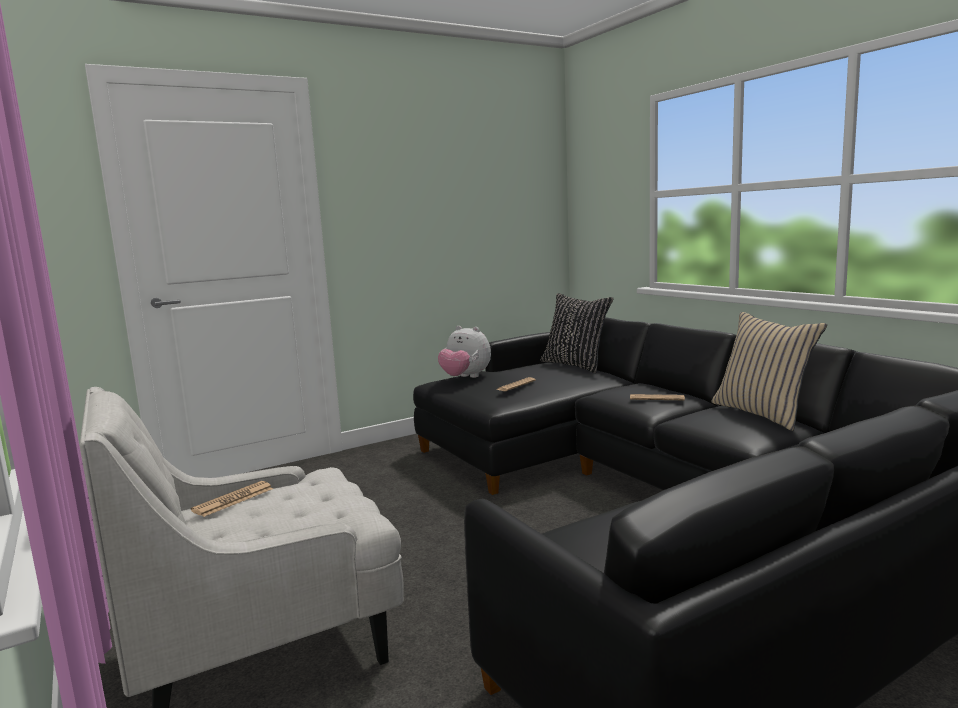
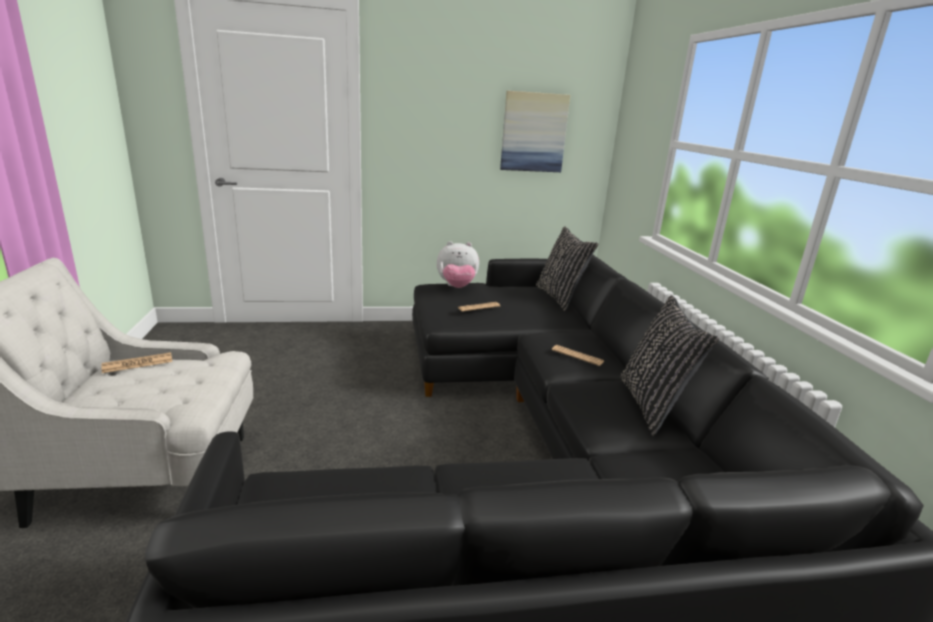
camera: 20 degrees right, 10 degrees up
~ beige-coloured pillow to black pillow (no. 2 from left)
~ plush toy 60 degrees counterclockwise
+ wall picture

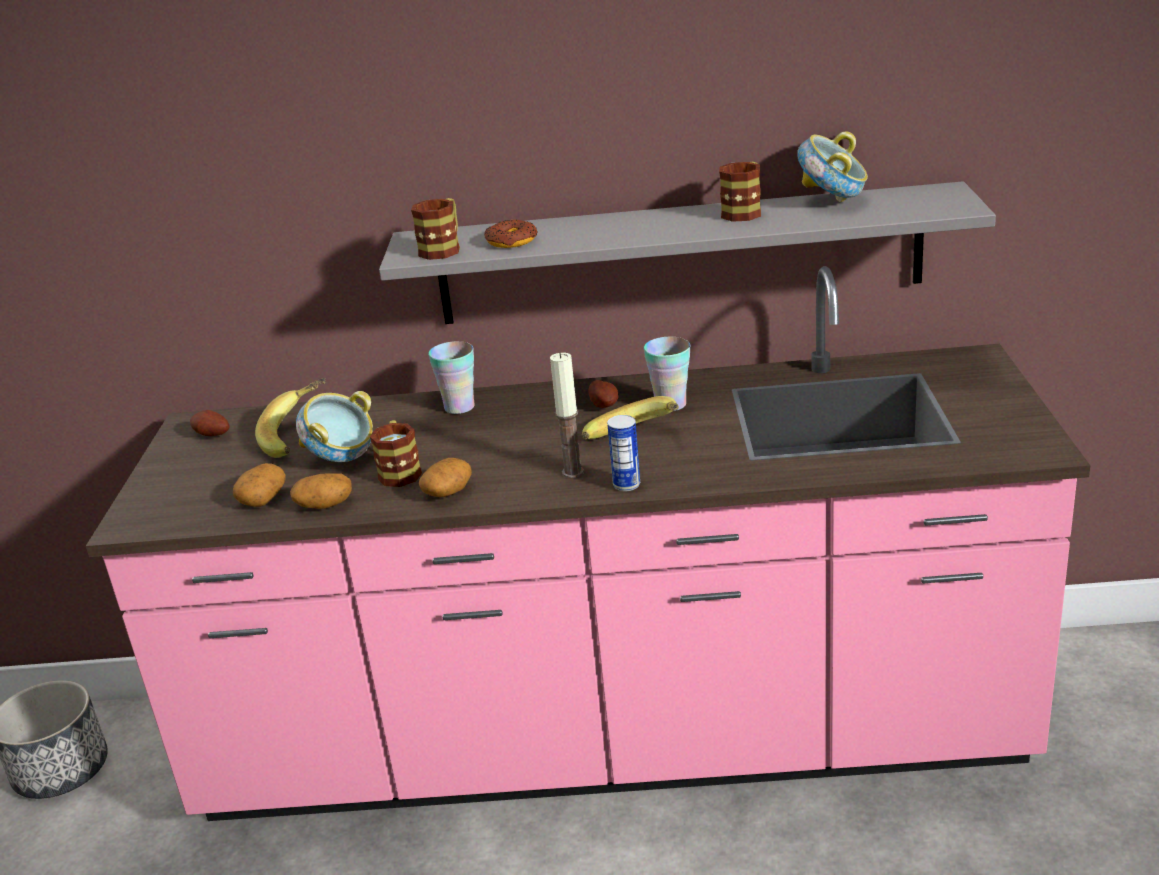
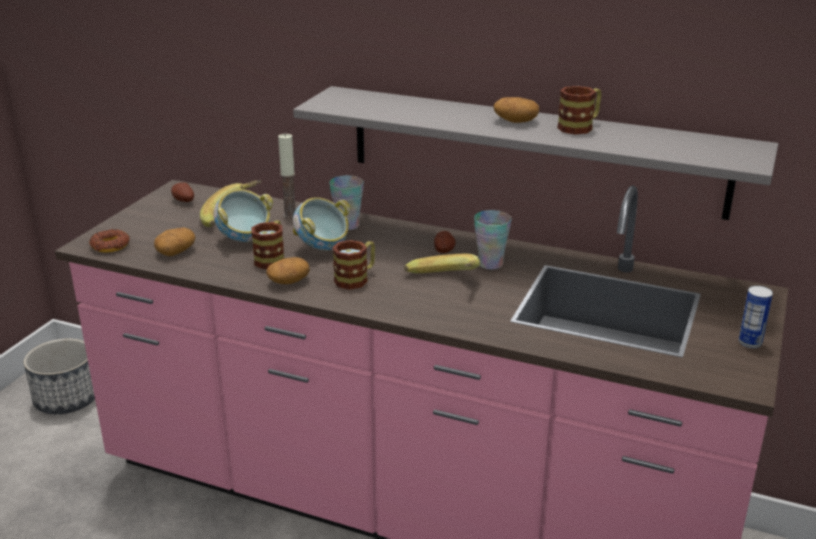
camera: 20 degrees right, 0 degrees up
~ serving bowl (no. 2 from left)
~ coffee mug (no. 2 from left)
~ ring doughnut
~ wax candle
~ sealed can
~ whole potato (no. 3 from left in the first image) to whole potato (no. 5 from left)

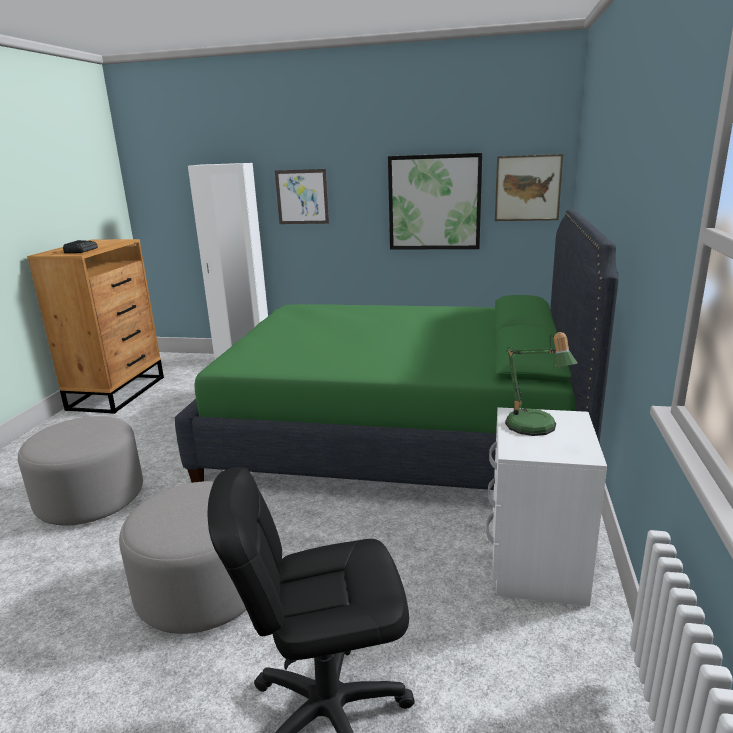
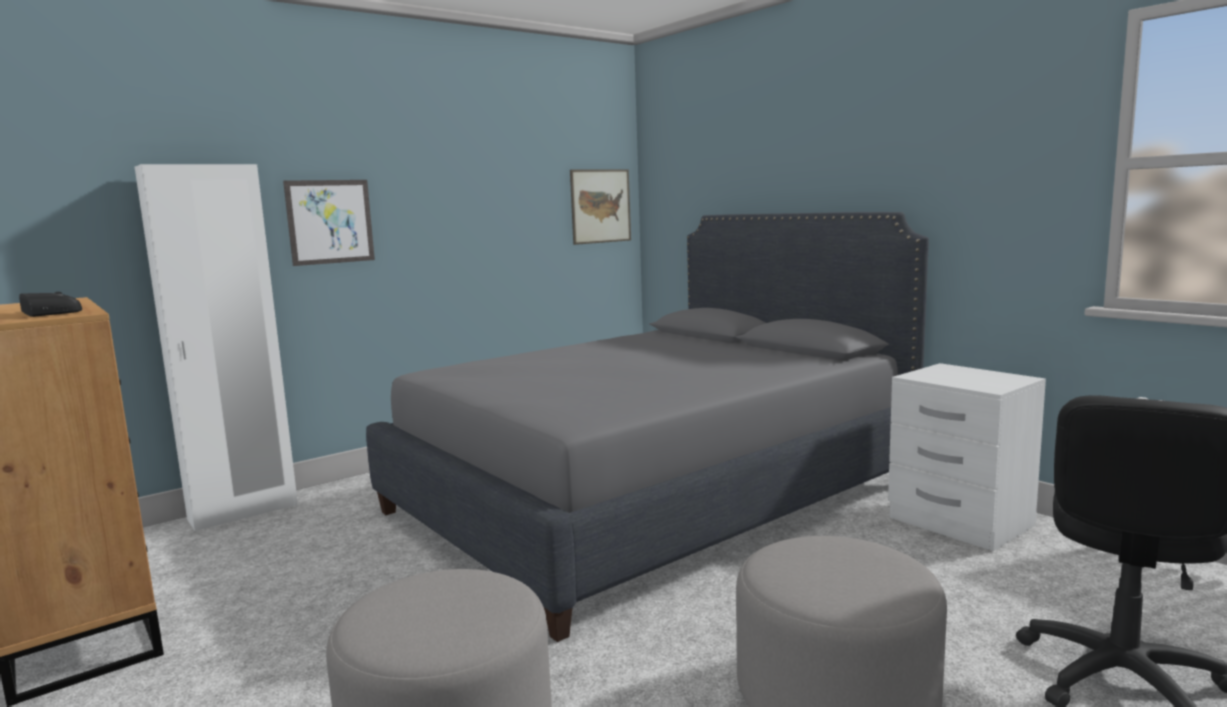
camera: 50 degrees left, 10 degrees down
- wall picture (no. 2 from left)
~ green bedroom bed to greyish bedroom bed
- tabletop lamp

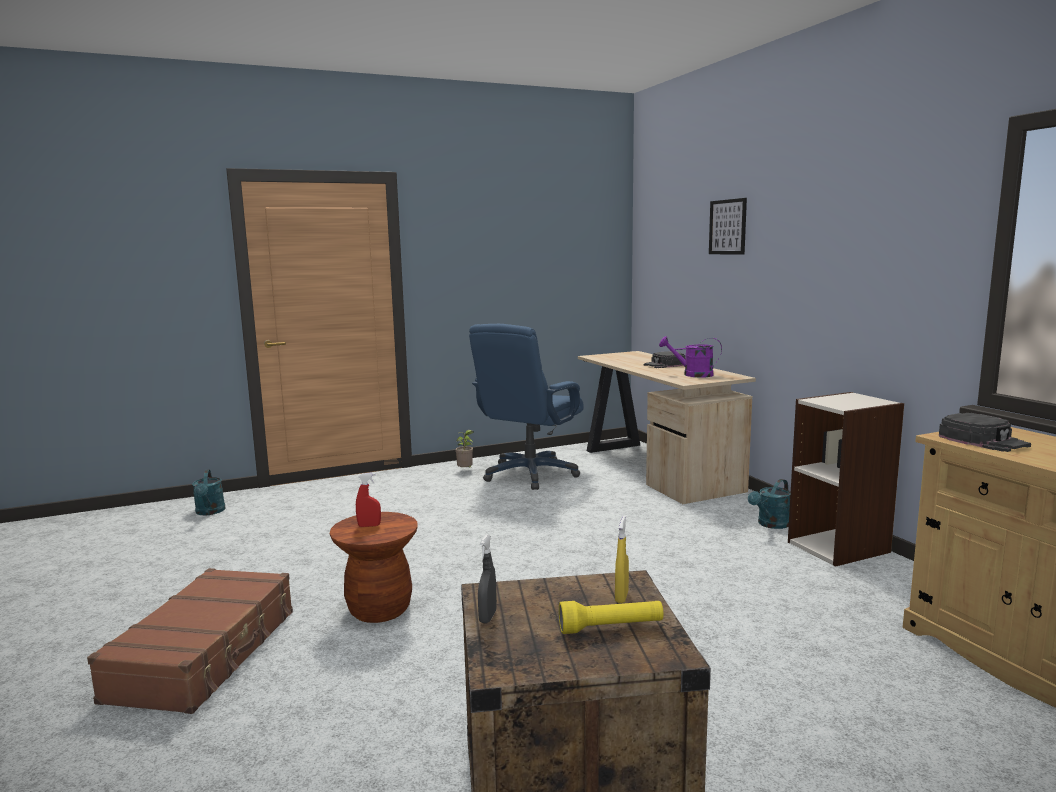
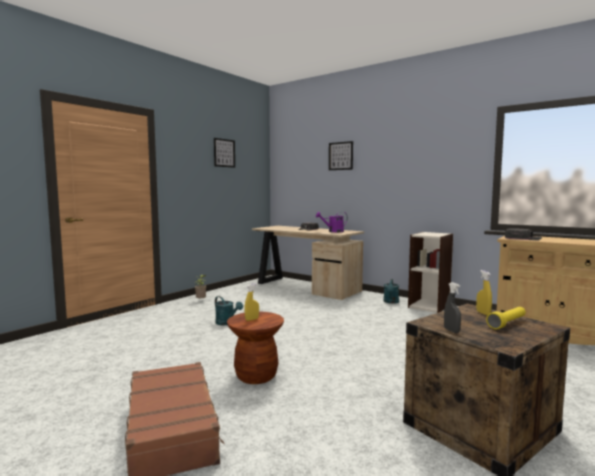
camera: 30 degrees left, 5 degrees down
- blue desk chair
~ blue-green watering can (no. 1 from left)
~ red-coloured hand sprayer to yellow hand sprayer (no. 1 from left)
+ wall picture (no. 1 from left)

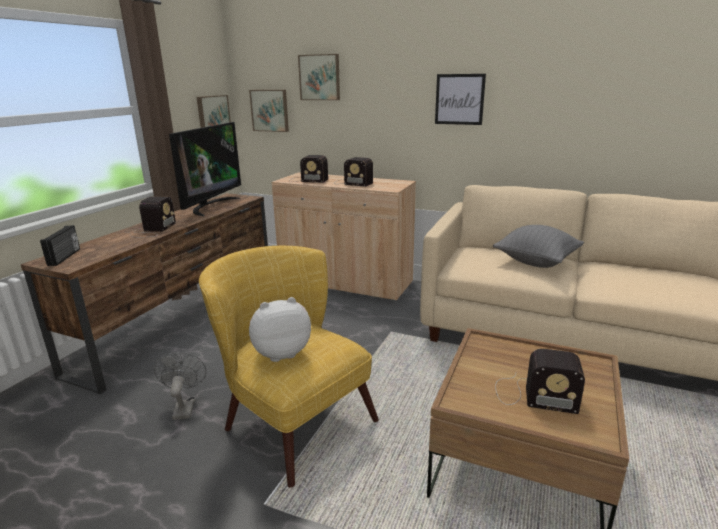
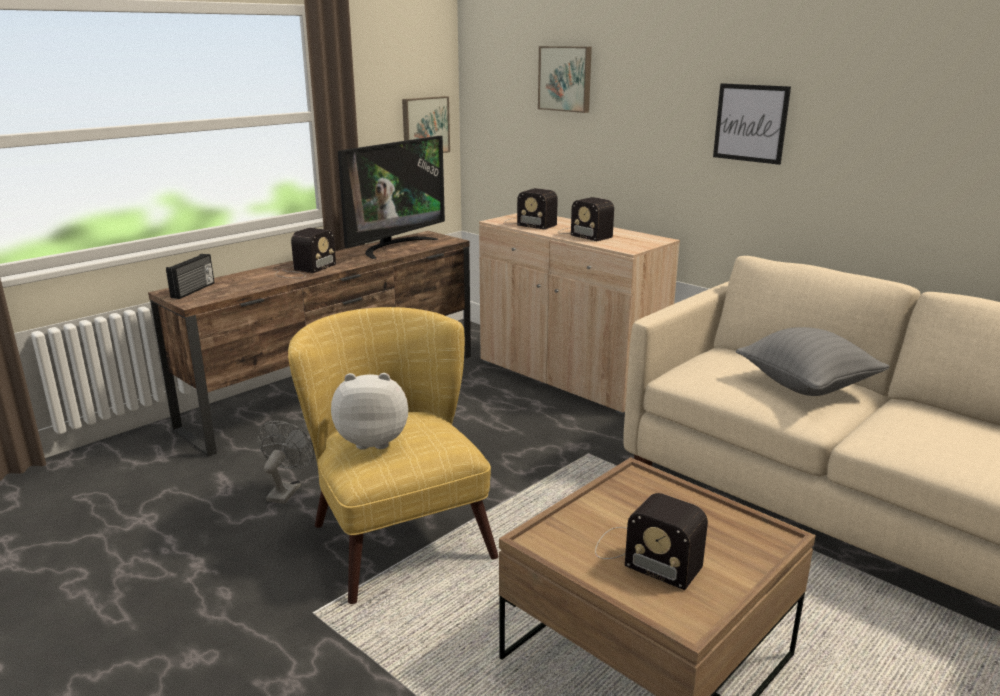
camera: 20 degrees right, 0 degrees up
- wall picture (no. 2 from left)

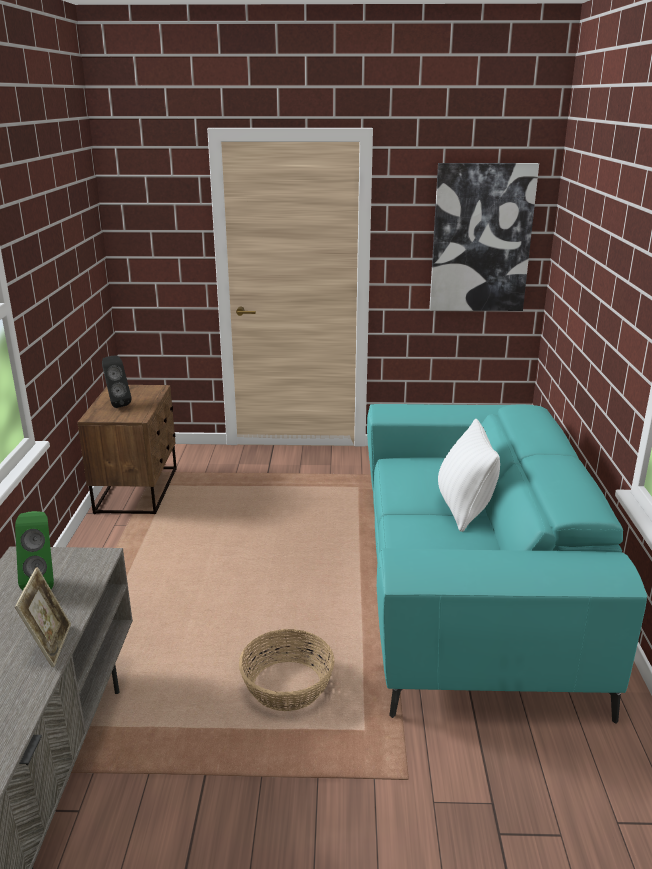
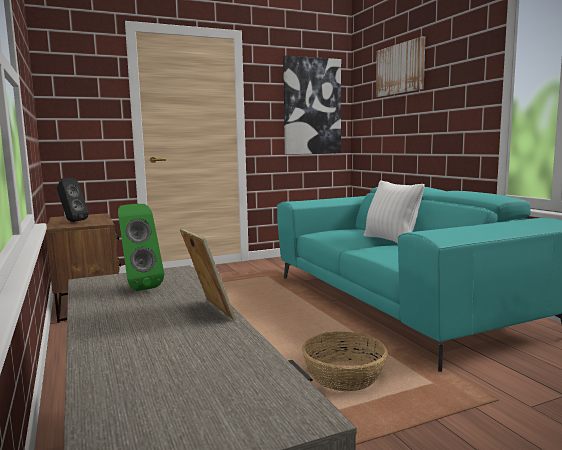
camera: 25 degrees left, 15 degrees down
+ wall picture (no. 2 from left)

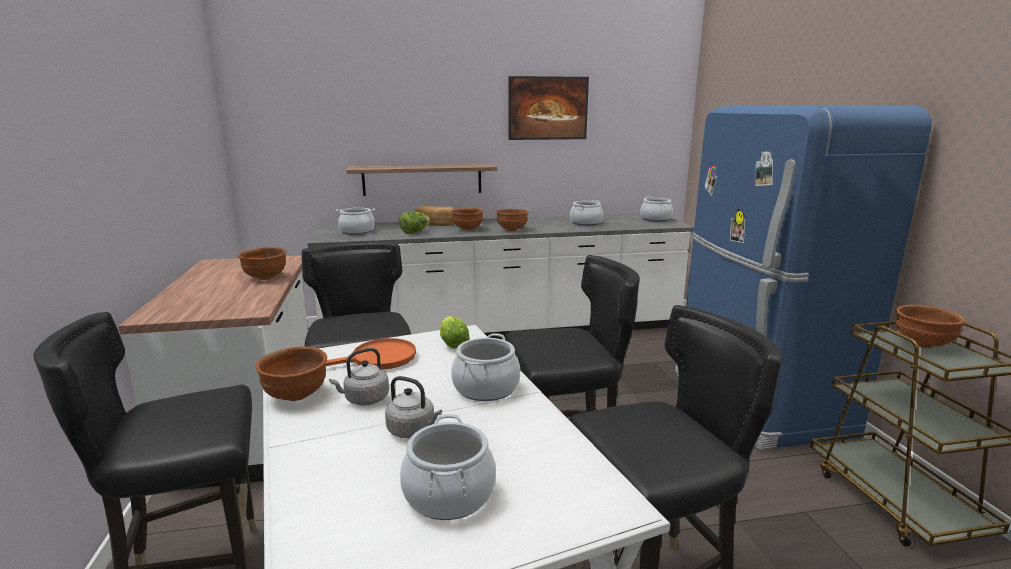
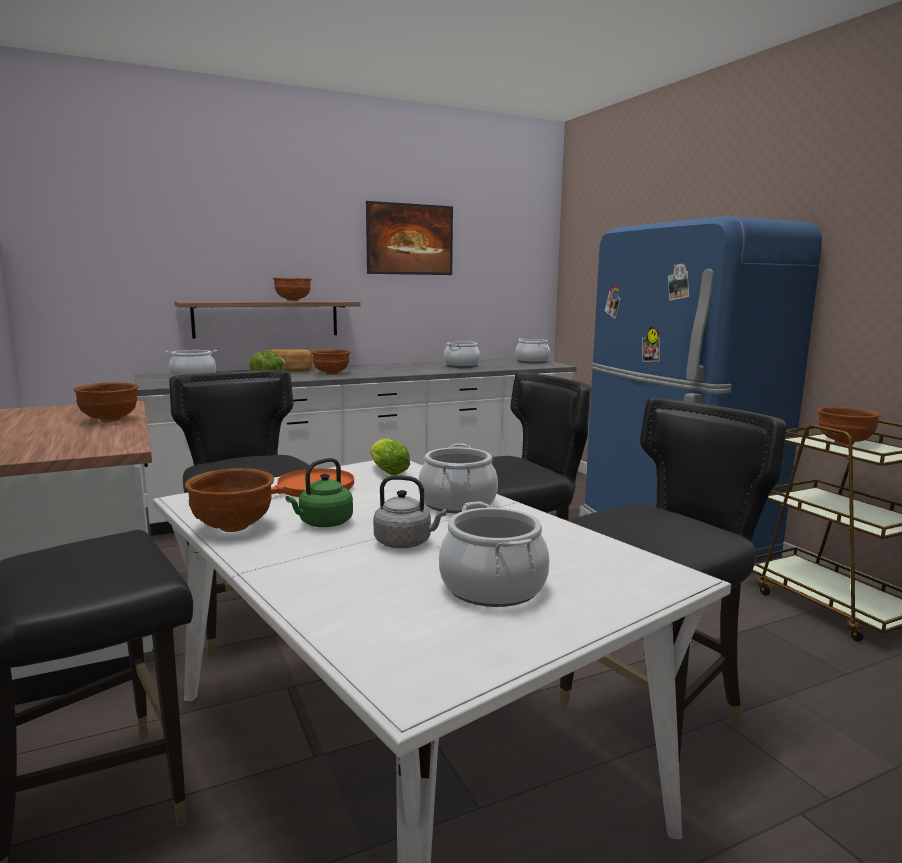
camera: 15 degrees left, 5 degrees down
~ brown serving bowl (no. 4 from left in the first image) to brown serving bowl (no. 3 from left)
~ greyish water kettle (no. 1 from left) to green water kettle

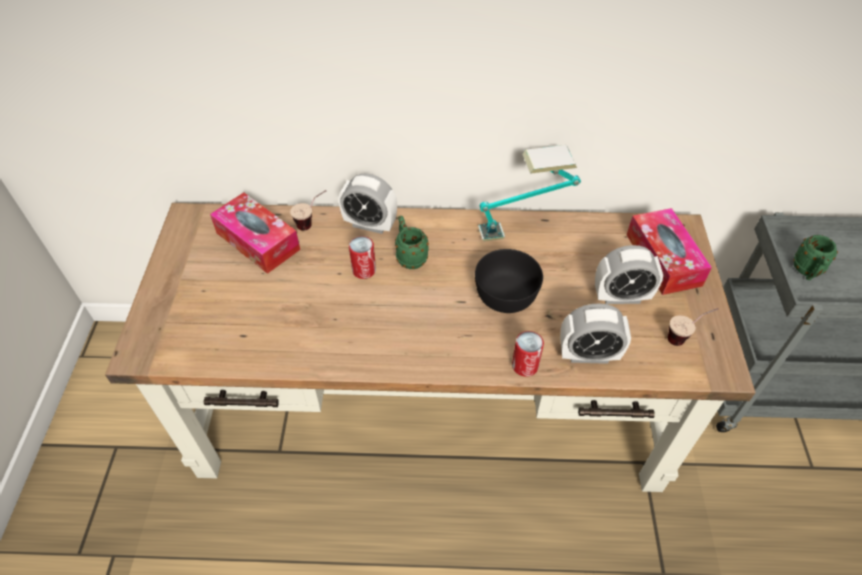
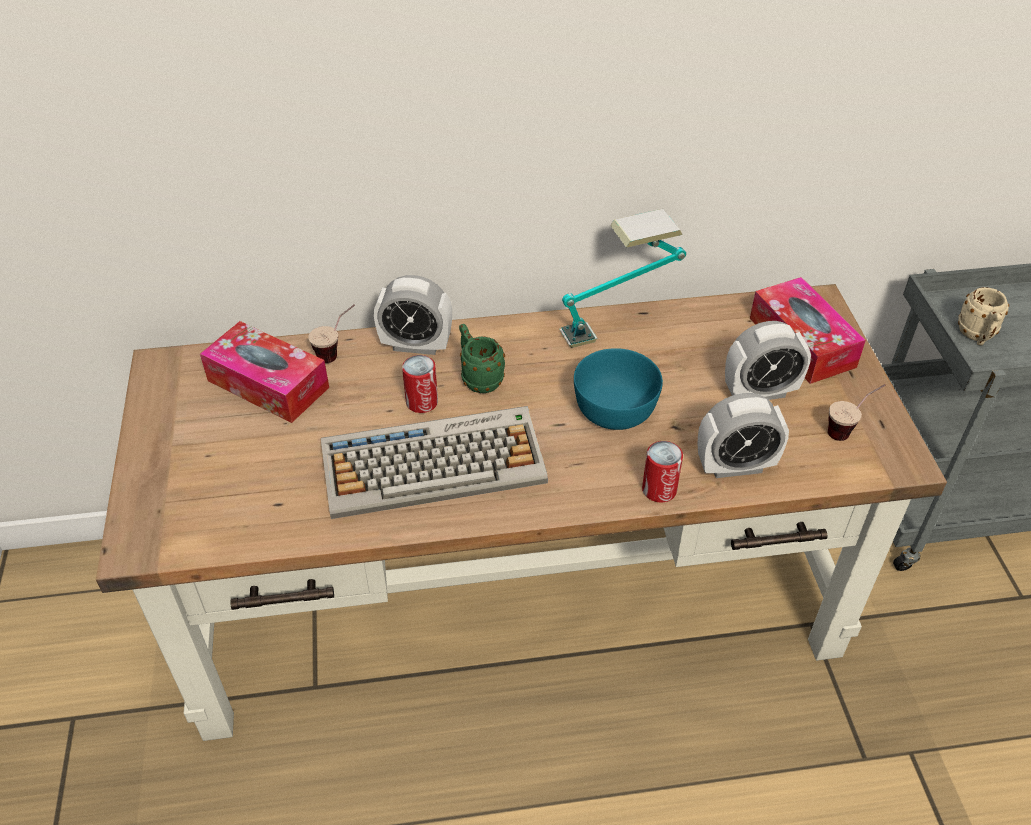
camera: 10 degrees left, 5 degrees down
~ green coffee mug (no. 2 from left) to beige-coloured coffee mug
~ black serving bowl to blue-green serving bowl
+ computer keyboard

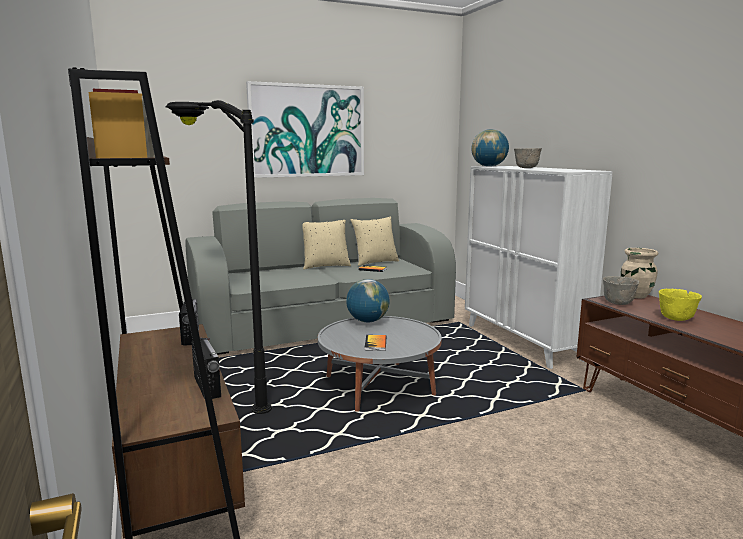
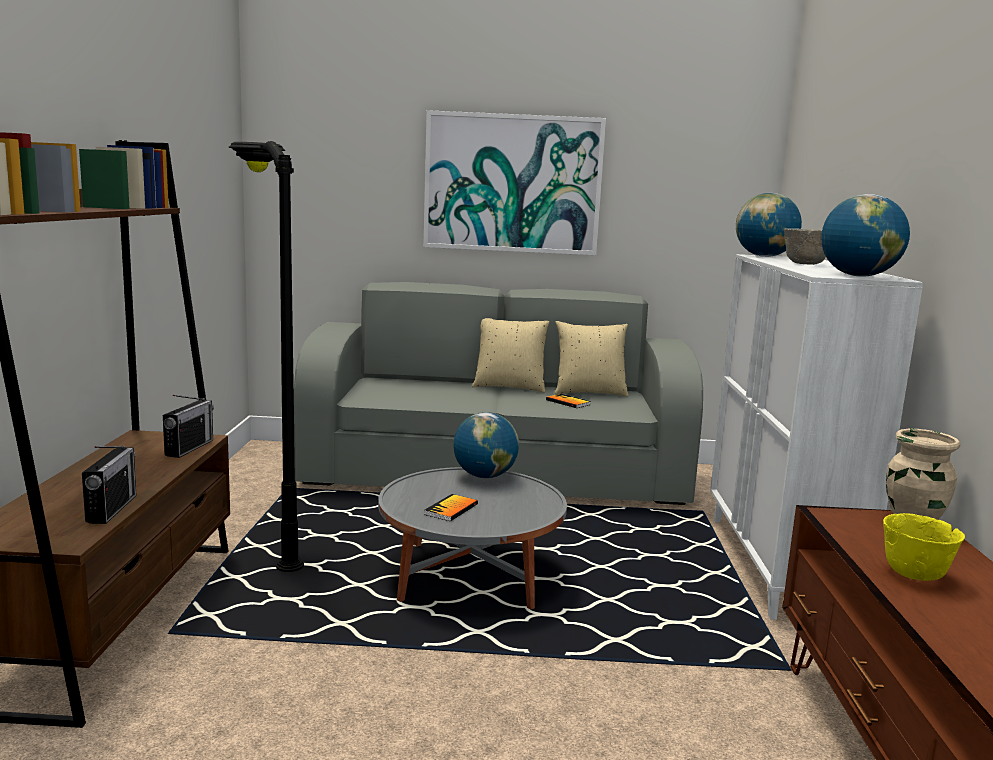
camera: 25 degrees right, 0 degrees up
- greyish serving bowl (no. 2 from left)
+ desk globe (no. 3 from left)

